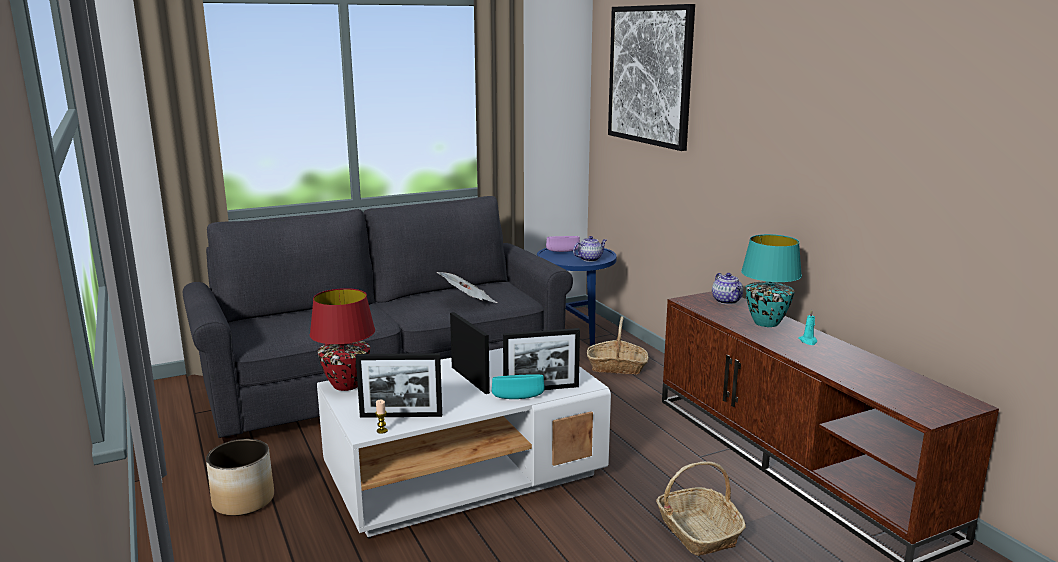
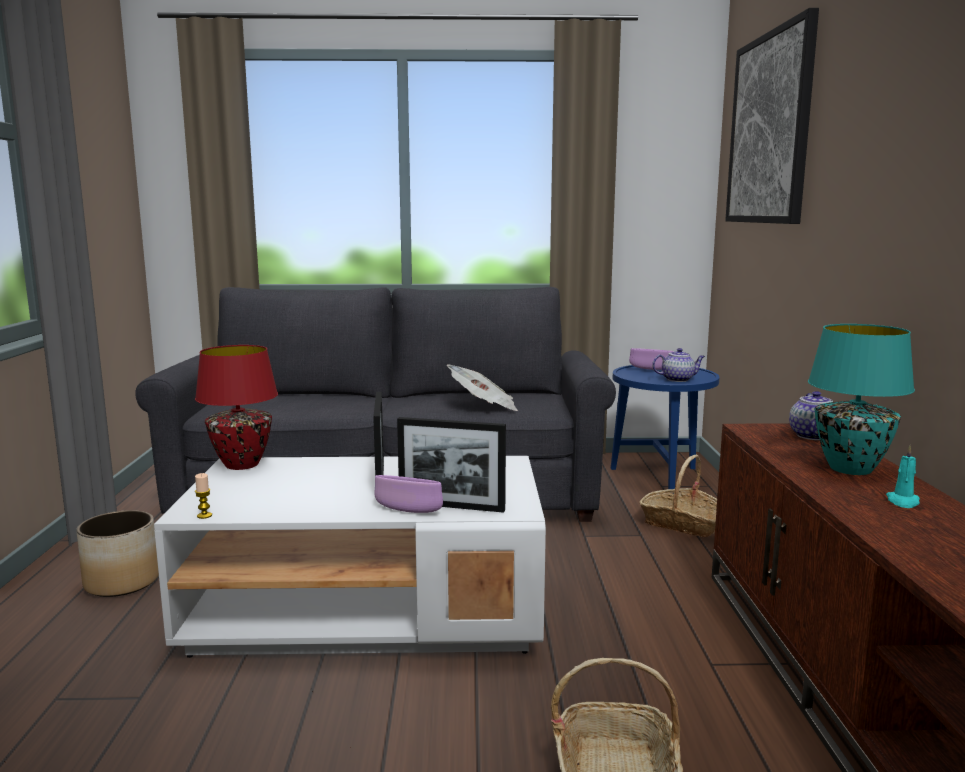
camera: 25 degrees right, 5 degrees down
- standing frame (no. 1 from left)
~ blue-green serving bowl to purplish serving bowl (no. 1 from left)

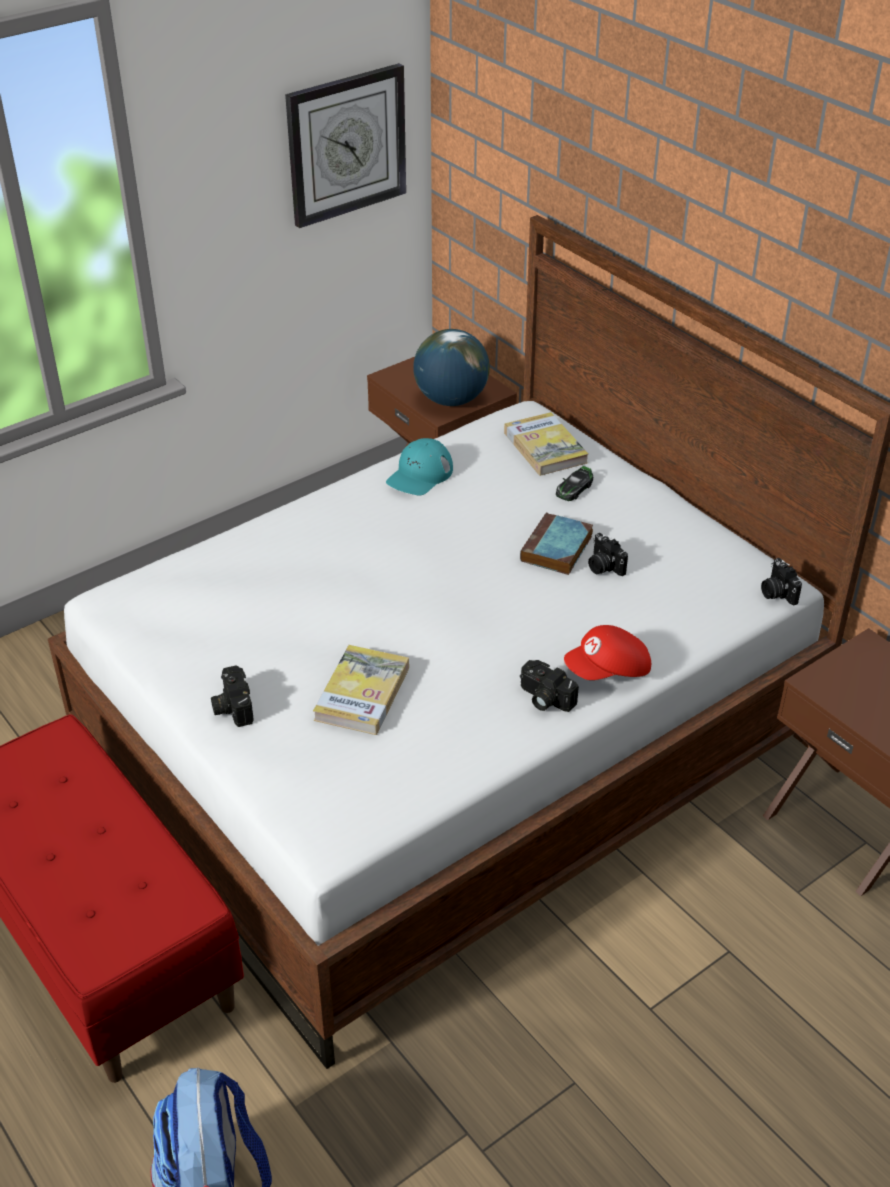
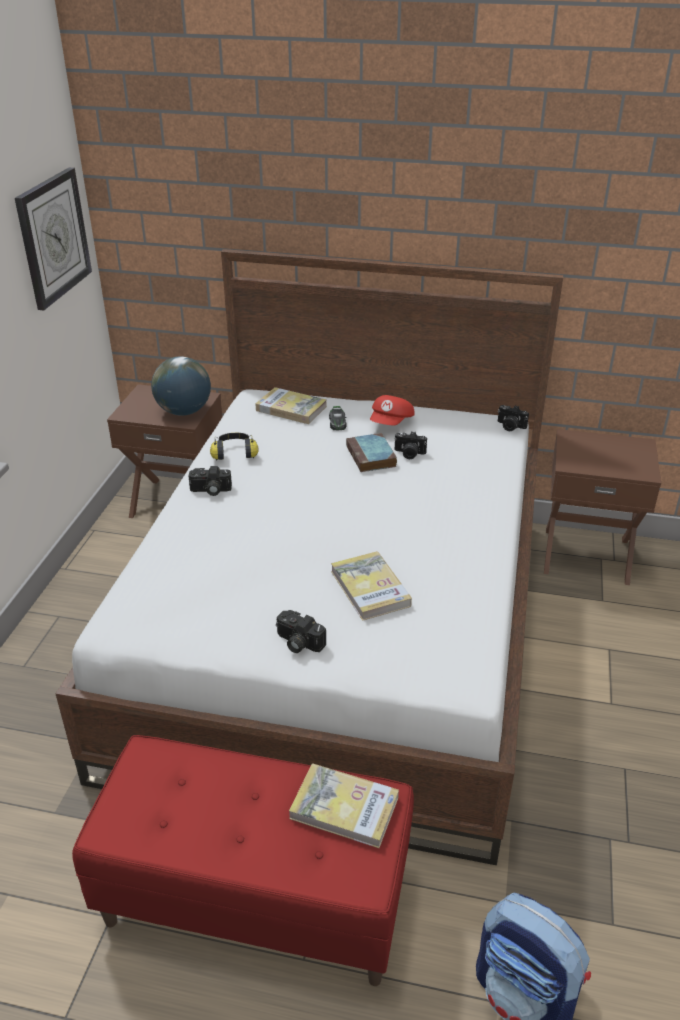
camera: 40 degrees left, 5 degrees down
~ blue-green baseball cap to headphones
~ red-coloured baseball cap
~ photo camera (no. 2 from left in the first image) to photo camera (no. 1 from left)
+ bound book (no. 2 from left)

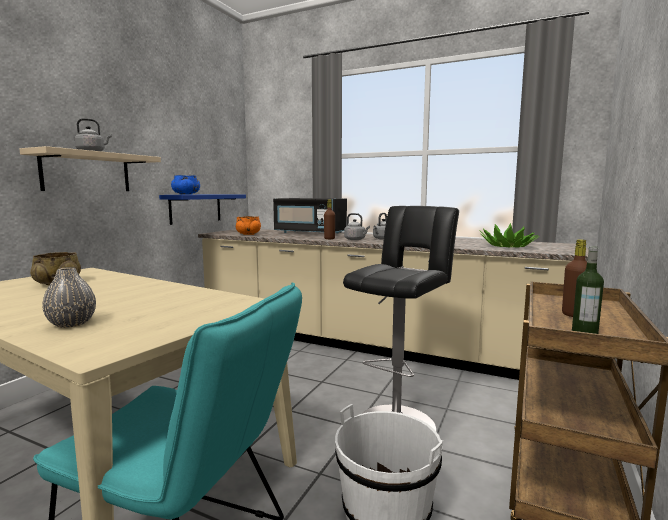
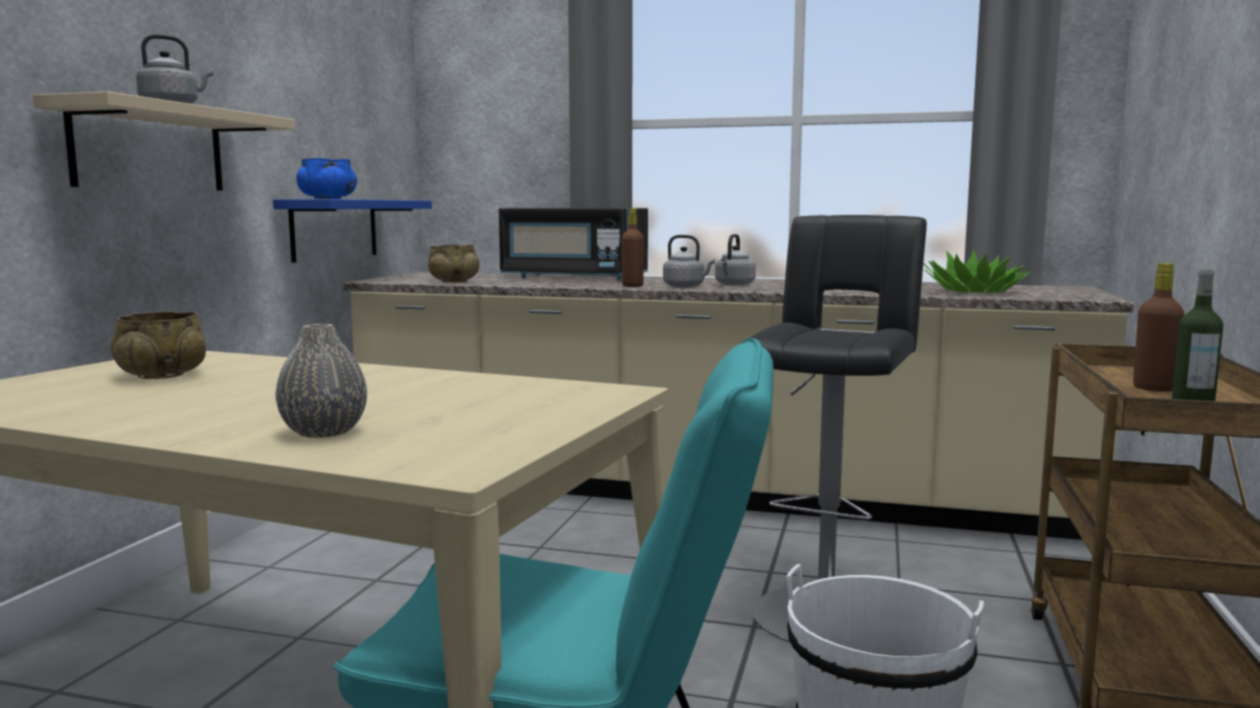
camera: 10 degrees left, 0 degrees up
~ orange-coloured serving bowl to beige-coloured serving bowl (no. 2 from left)

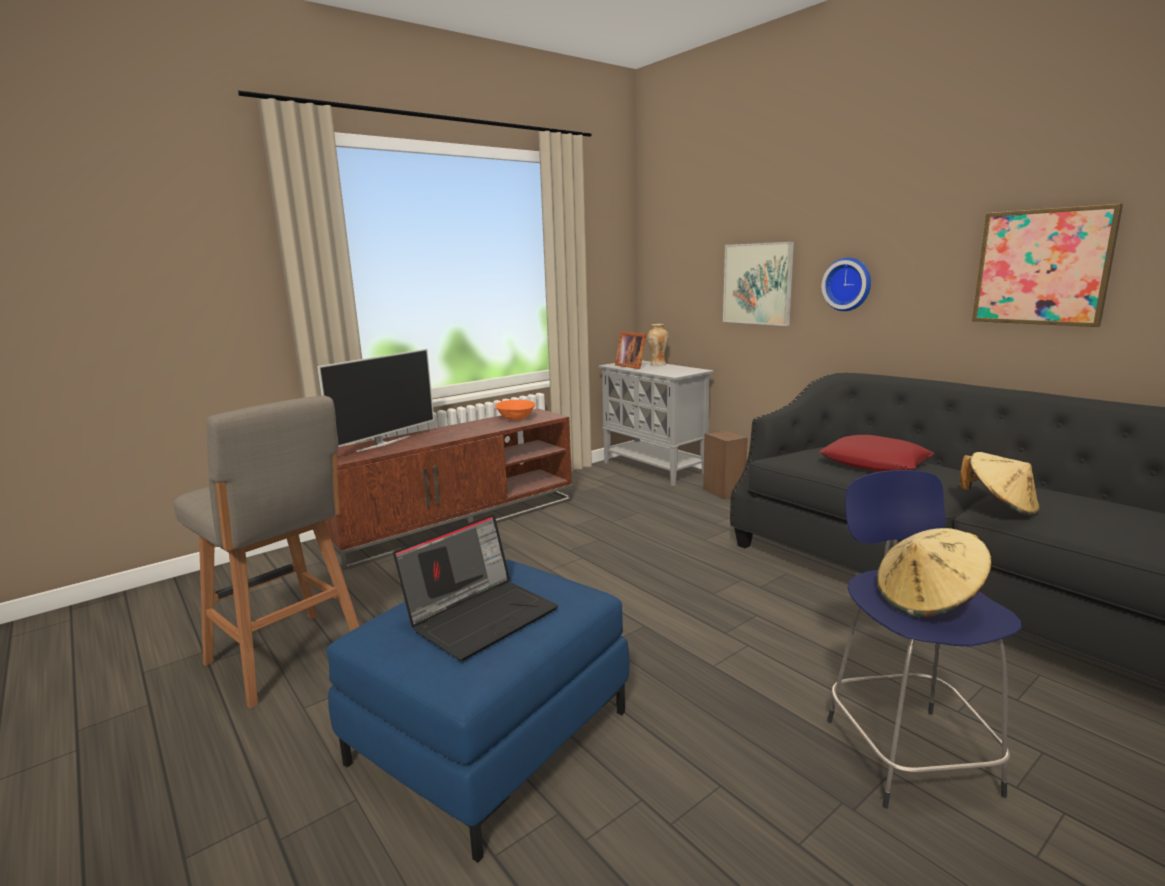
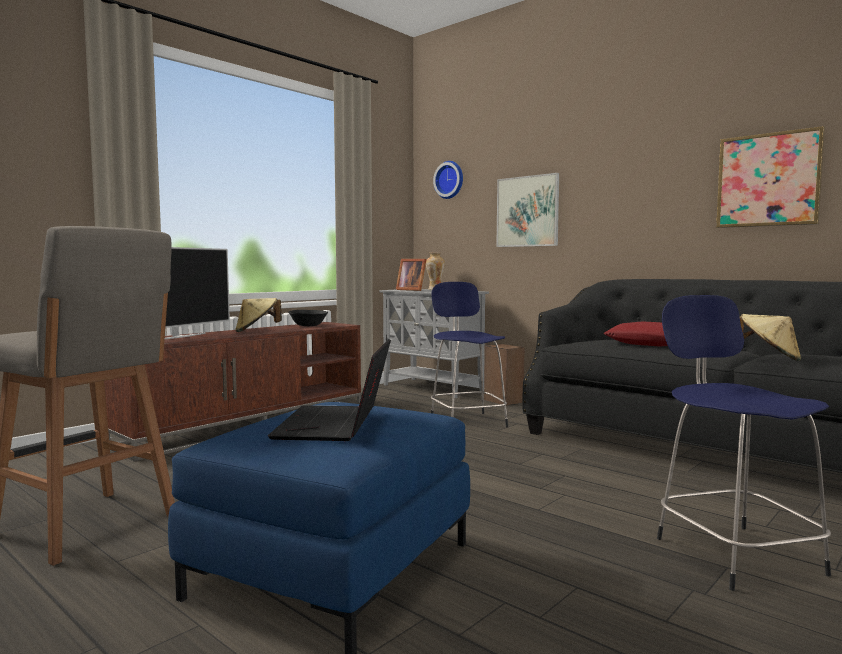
camera: 10 degrees left, 10 degrees down
~ wall clock
~ orange-coloured serving bowl to black serving bowl
~ portable computer 150 degrees clockwise
~ beige-coloured hat (no. 1 from left)
+ blue stool (no. 1 from left)

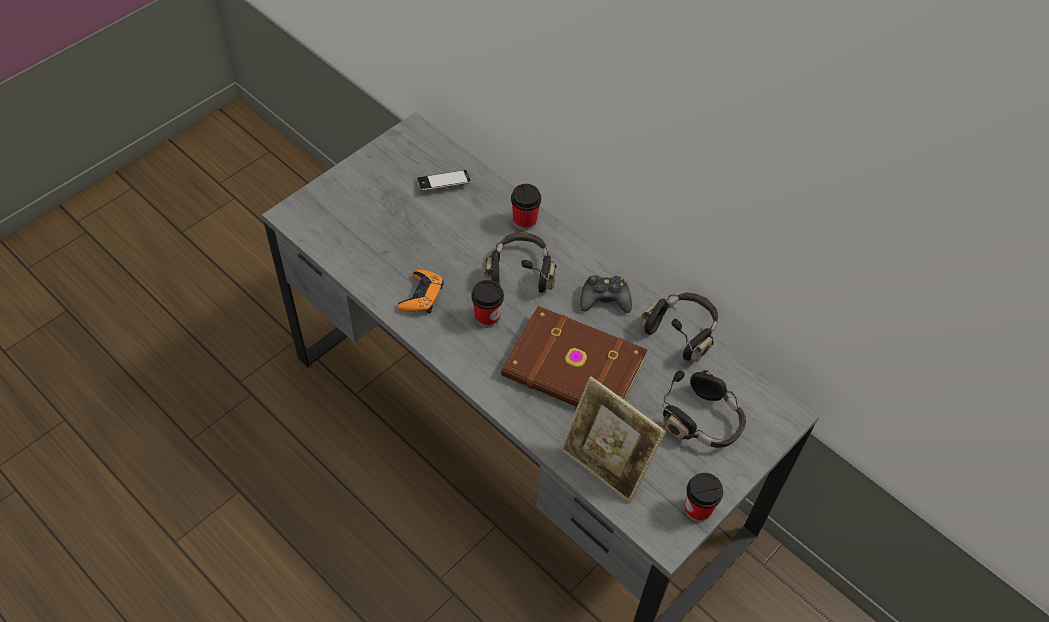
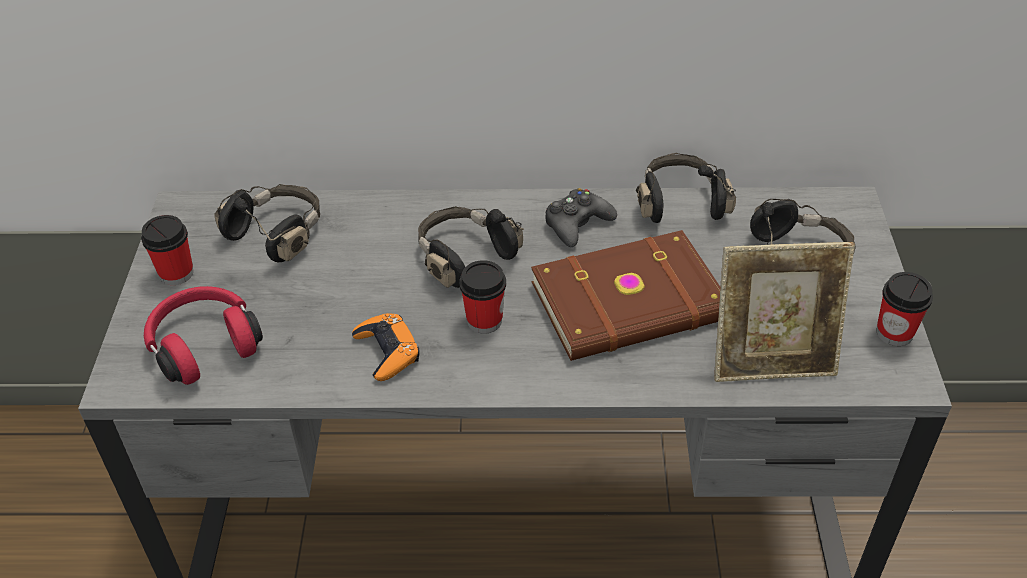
camera: 40 degrees left, 10 degrees down
~ telephone to black headphones (no. 1 from left)
~ cup (no. 2 from left in the first image) to cup (no. 1 from left)
+ red-coloured headphones

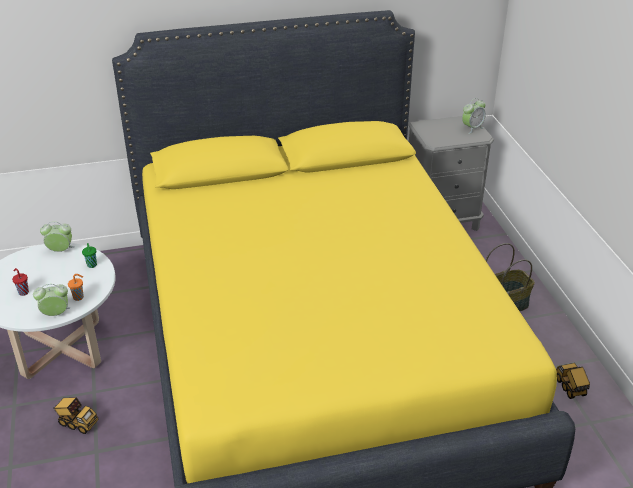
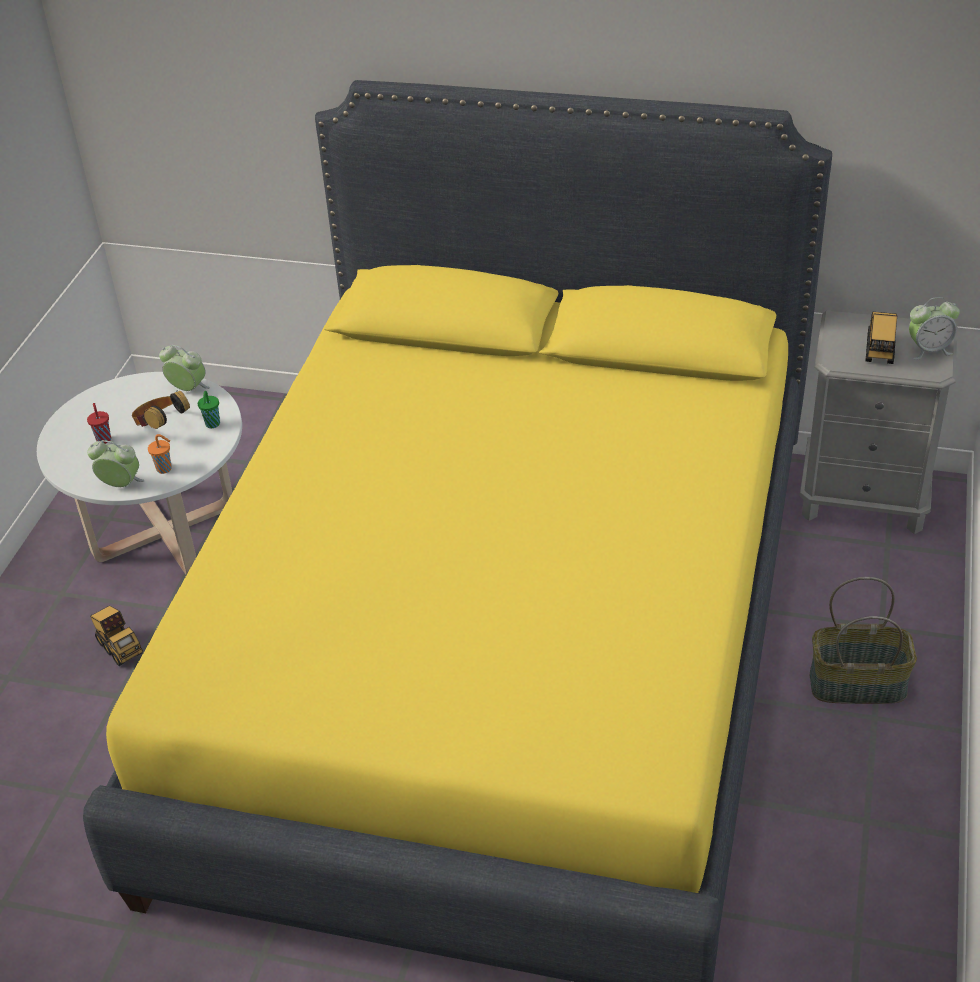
camera: 30 degrees right, 5 degrees up
~ toy lorry (no. 2 from left)
+ headphones

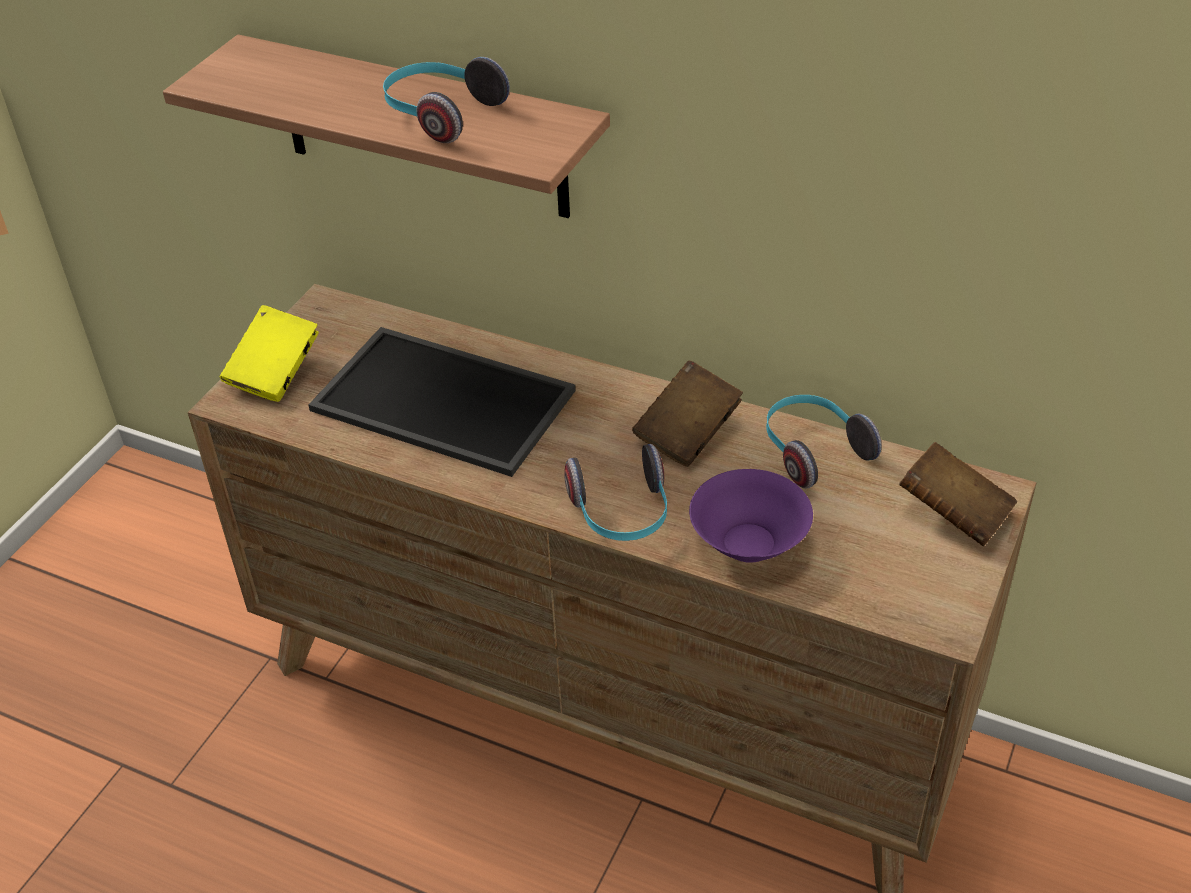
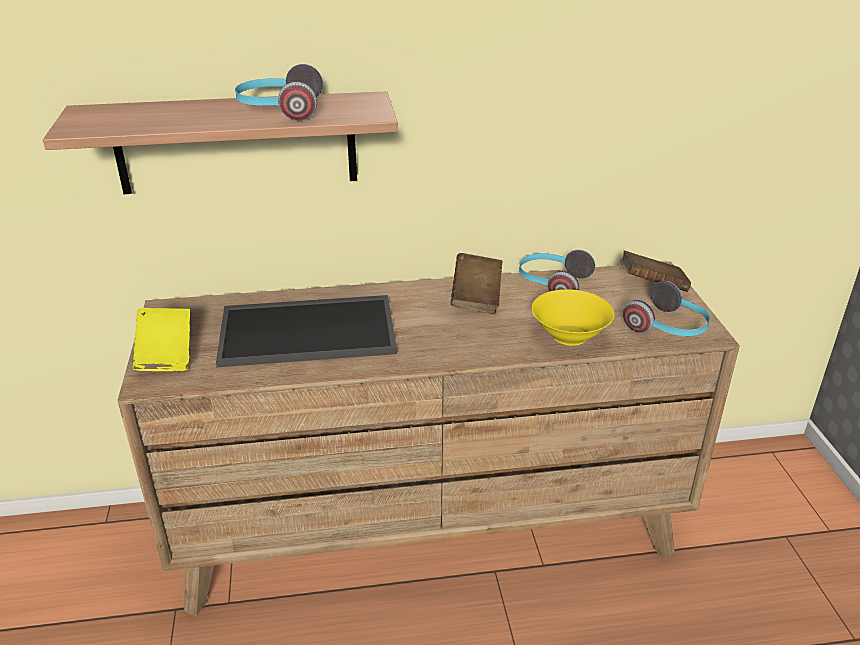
camera: 35 degrees left, 10 degrees down
~ headphones (no. 2 from left in the first image) to headphones (no. 3 from left)
~ purplish serving bowl to yellow serving bowl

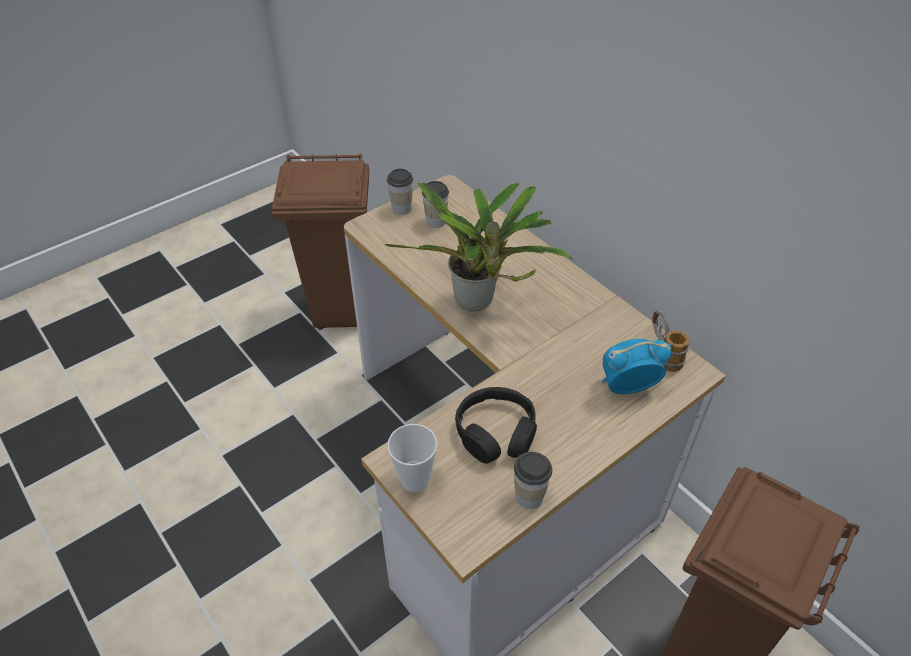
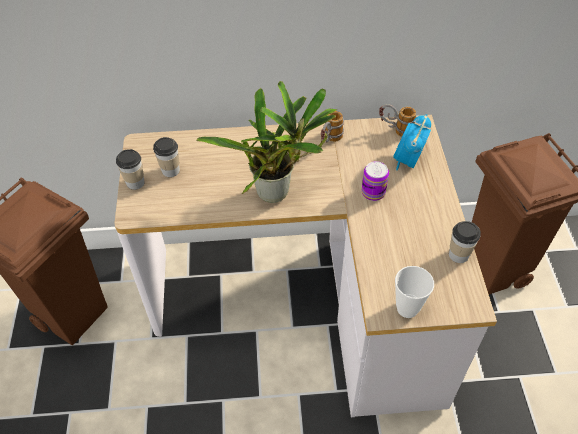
camera: 55 degrees left, 5 degrees up
- black headphones
+ coffee mug (no. 1 from left)
+ sealed can

